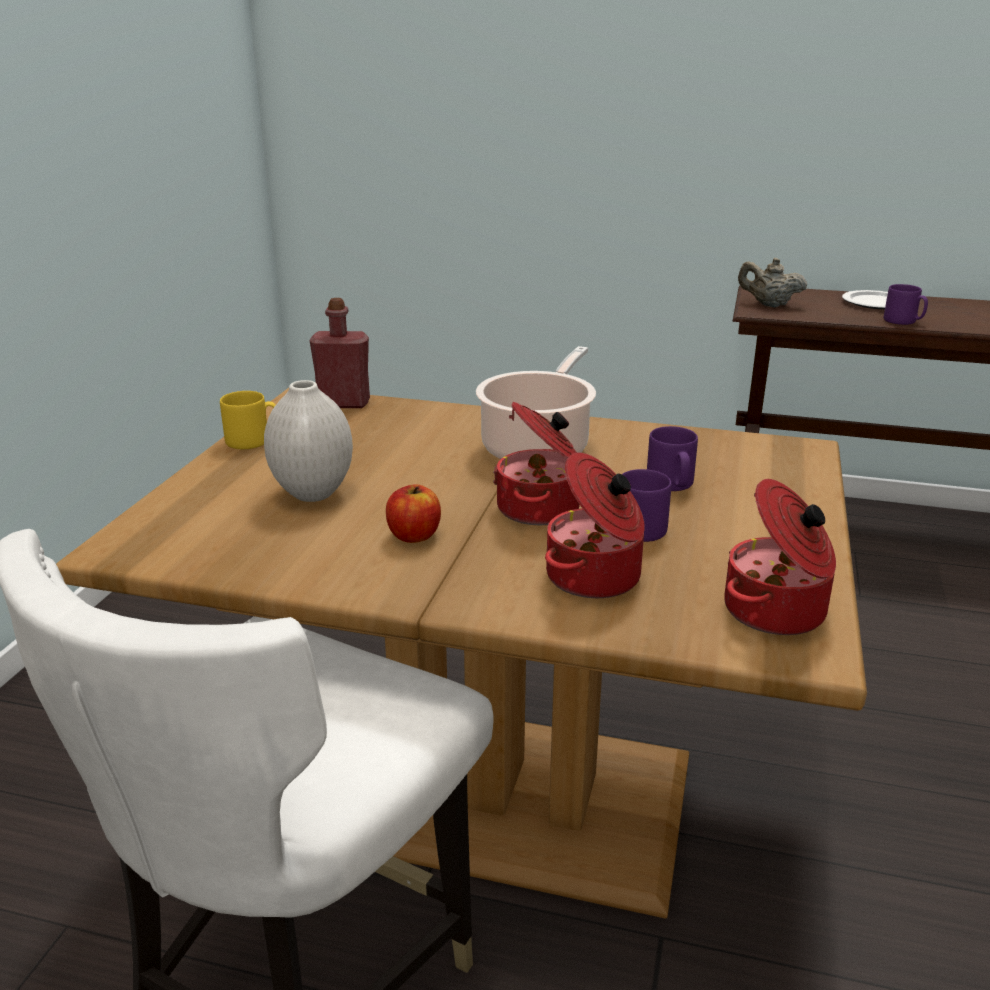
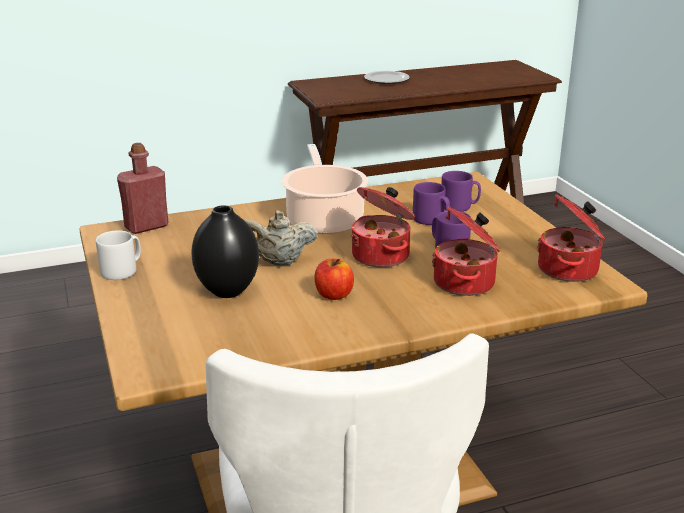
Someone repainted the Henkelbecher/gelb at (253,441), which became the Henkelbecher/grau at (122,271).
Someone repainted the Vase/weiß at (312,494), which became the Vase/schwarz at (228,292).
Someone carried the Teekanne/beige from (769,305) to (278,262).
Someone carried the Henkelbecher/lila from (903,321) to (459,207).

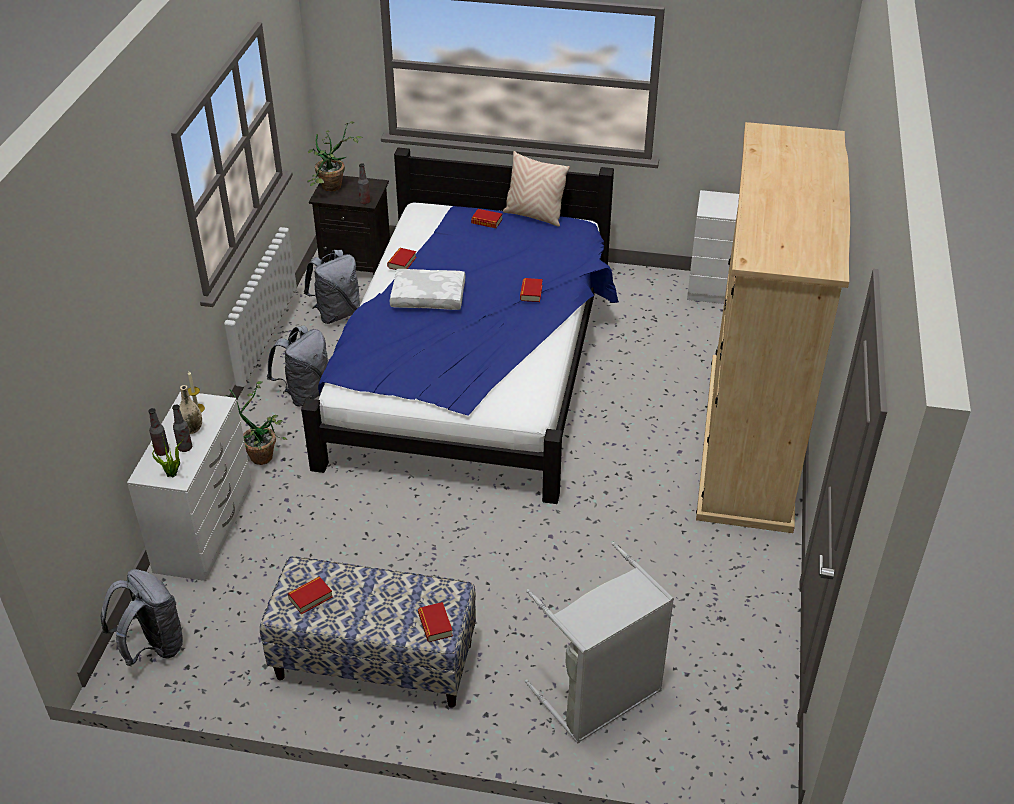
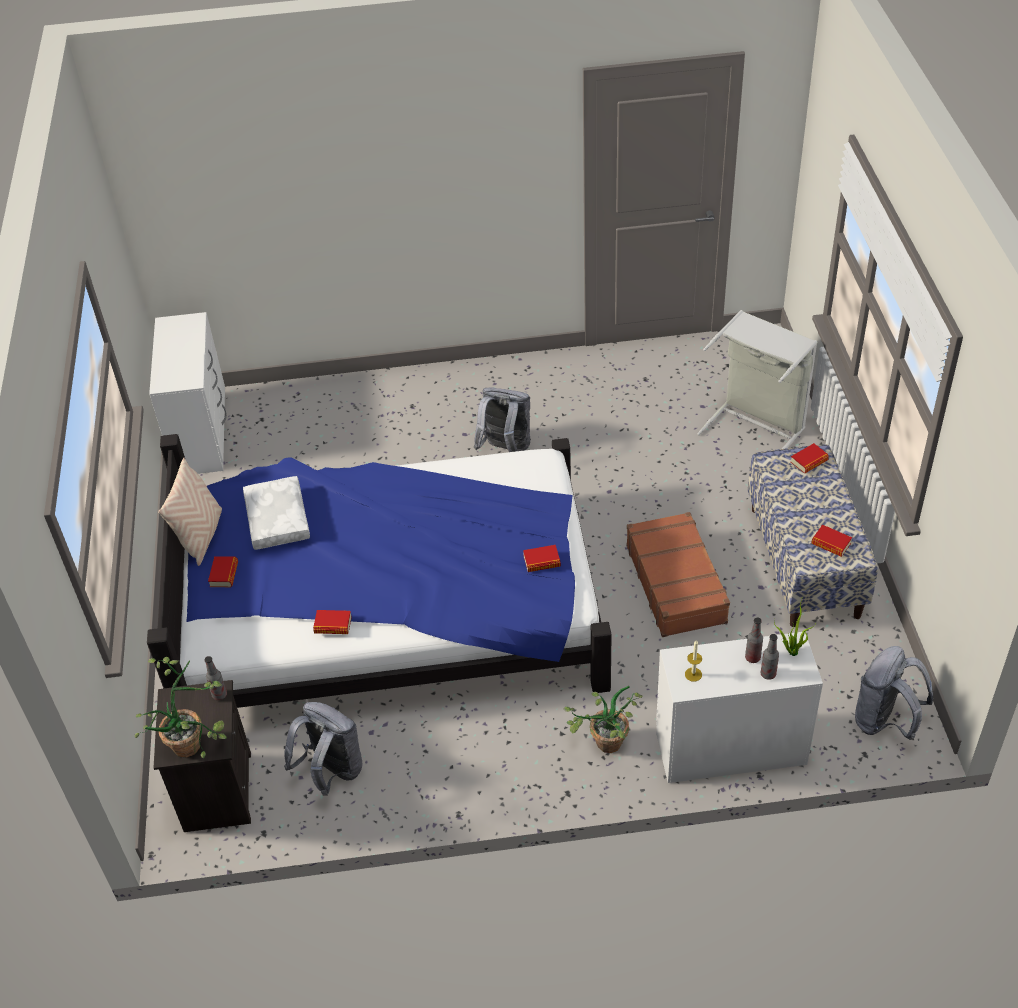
Someone carried the Kissen/weiß from (429,296) to (276,520).
Someone carried the Rucksack/grau from (305,393) to (505,449).
Someone carried the Buch from (531,293) to (542,561).
Someone put down the Koffer/braun at (676,583).
Someone took away the Vase/beige at (192,429).
Someone took away the Kleiderschrank/beige at (750,440).

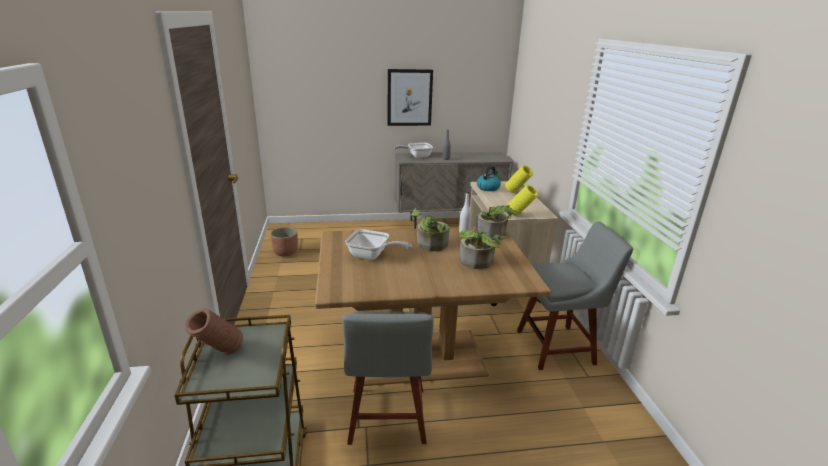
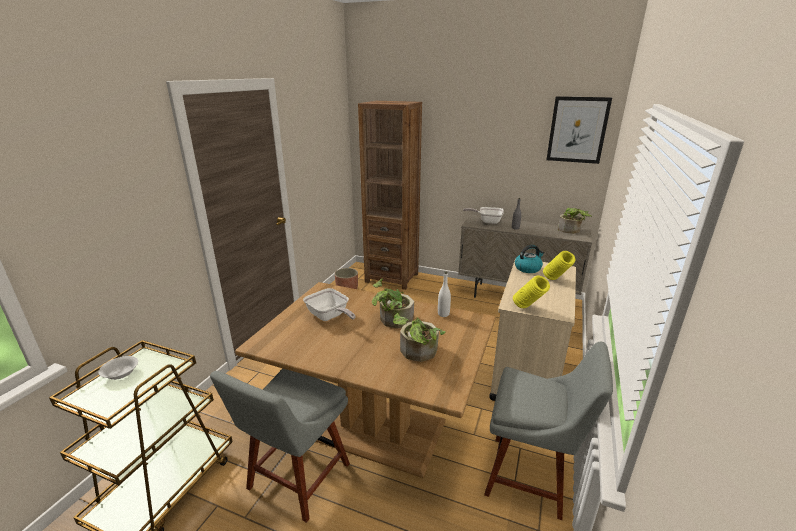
Someone swapped the Vase/braun at (219,355) for the Schüssel/weiß at (120,373).
Someone put down the Bücherregal/braun at (392,278).
Someone carried the Bild from (409,97) to (577,130).
Someone carried the Topfpflanze from (494,234) to (571,230).

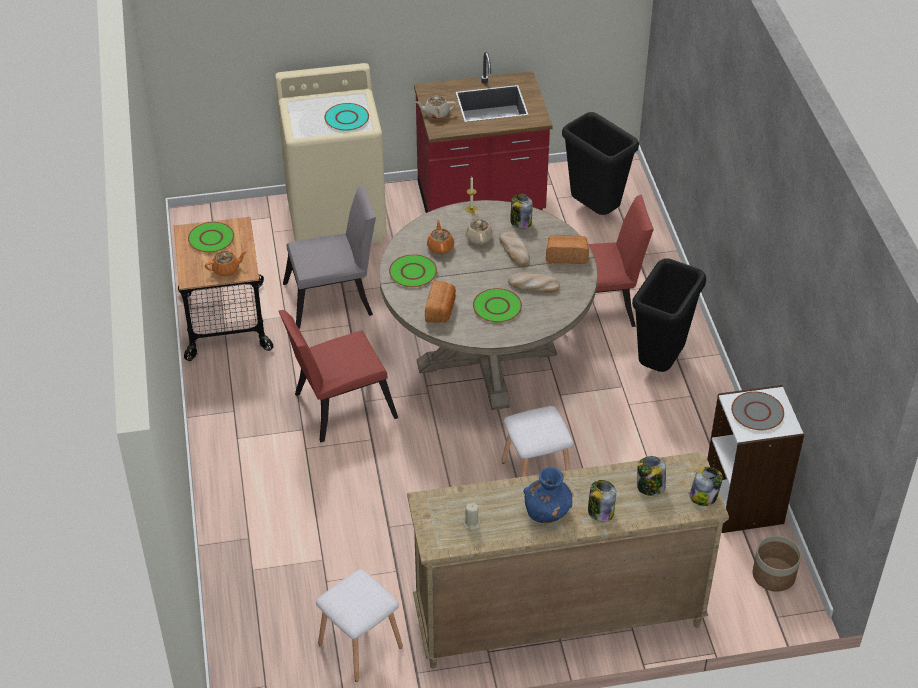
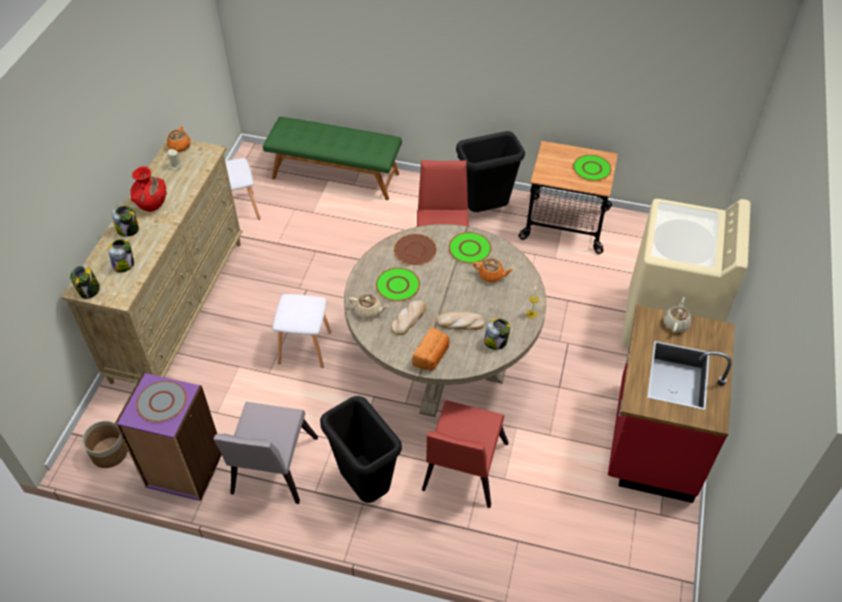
Someone repainted the Bücherregal/weiß at (744,503), which became the Bücherregal/lila at (184,470).
Someone repainted the Vase/blau at (547,512), which became the Vase/rot at (152,204).
Someone carried the Teekanne/orange from (226,269) to (179,147).
Someone carried the Stuhl/grau from (334,299) to (271,470).
Someone put down the Bank/grün at (336,175).
Someone carried the Teekanne/beige from (479,237) to (368,311).
Someone swapped the Brot at (441,310) for the Teller/braun at (415,250).
Someone carried the Mülleimer/schwarz from (595,211) to (485,211).
Someone took away the Teller/türkis at (347,118).

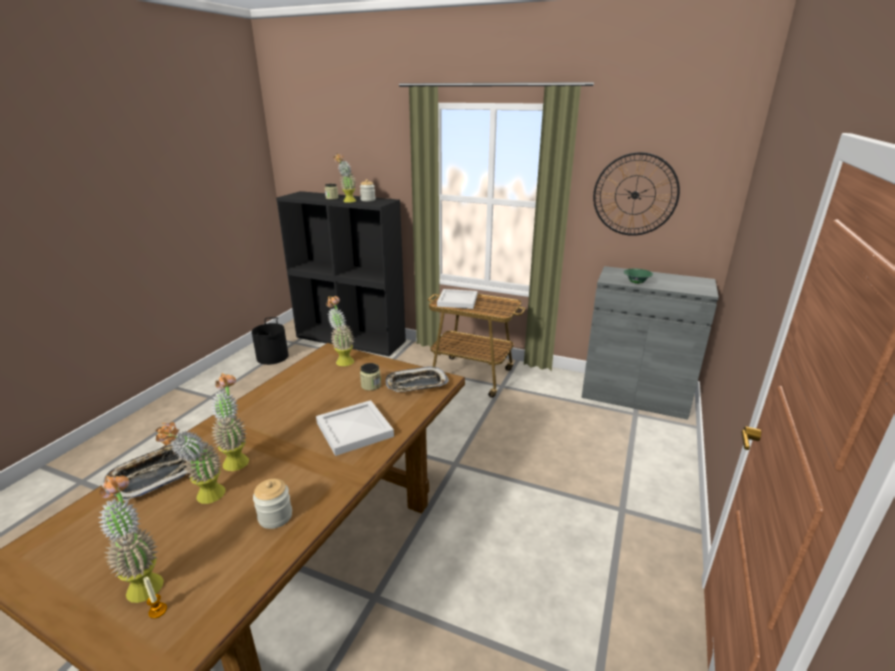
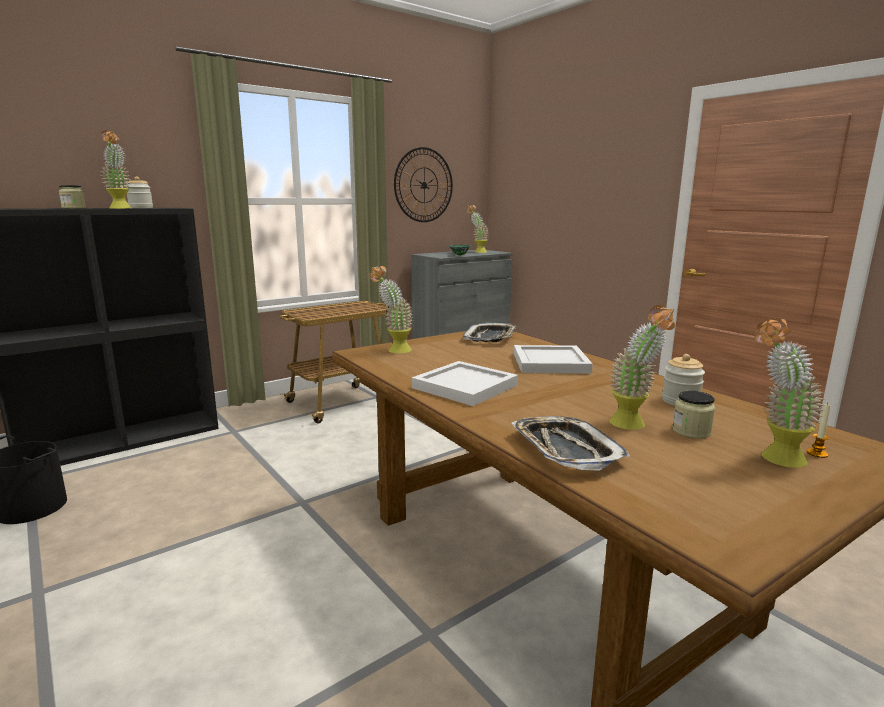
Someone carried the Tablett/weiß from (457,300) to (463,386).
Someone carried the Topfpflanze from (237,458) to (477,252).
Someone carried the Vorratsglas from (371,385) to (691,431).

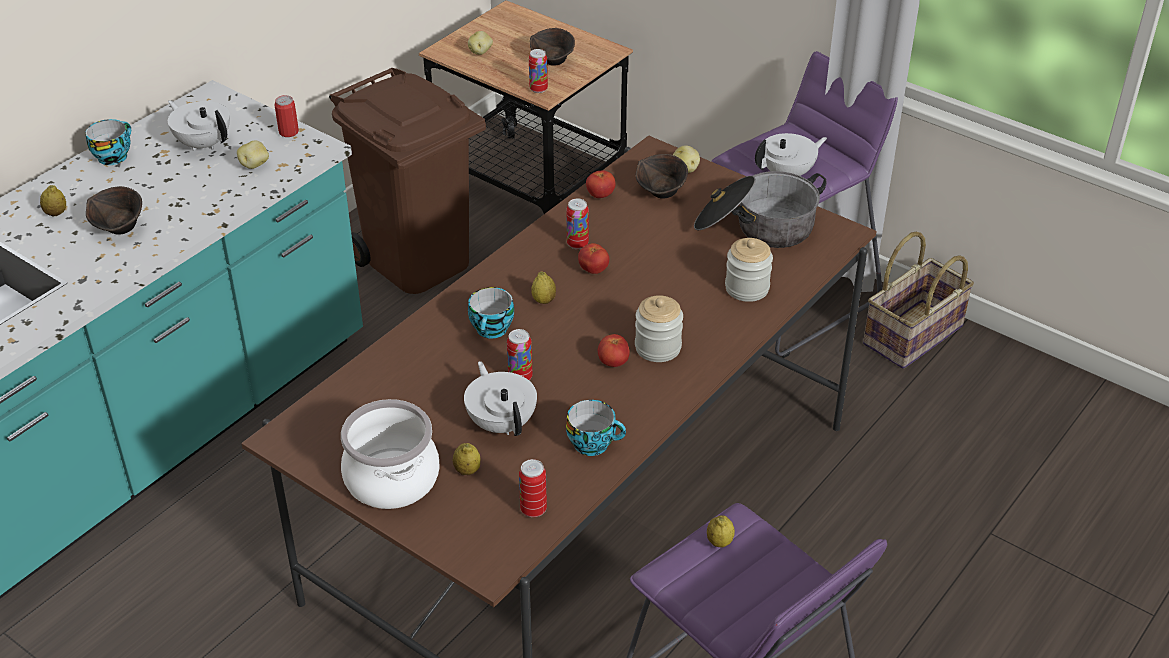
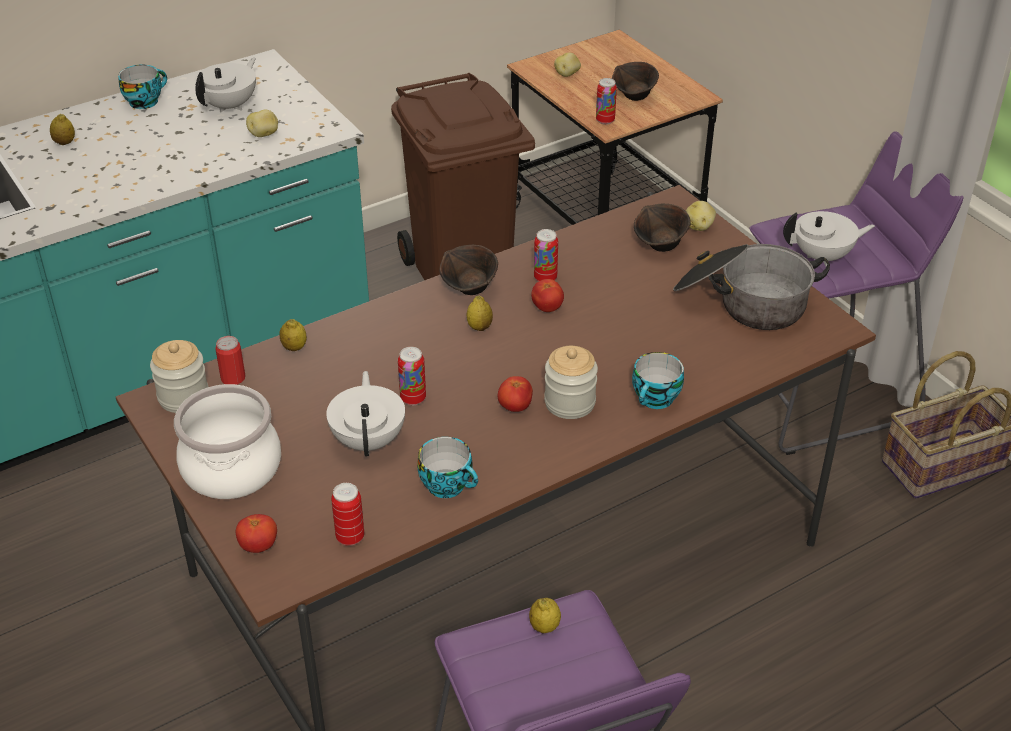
Someone carried the Vorratsglas from (747,288) to (183,397).
Someone rotated the Teekanne/weiß at (203,143) by 60 degrees clockwise.
Someone carried the Dose from (288,132) to (233,378).
Someone carried the Tomate from (600,195) to (259,546).
Someone carried the Zitrone from (467,470) to (294,347).
Someone carried the Schüssel/braun from (120,229) to (470,289).
Someone carried the Tasse from (492,330) to (656,399).

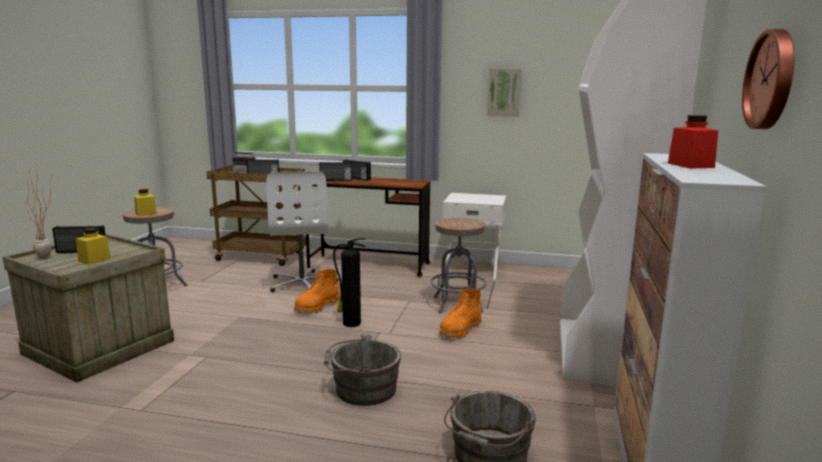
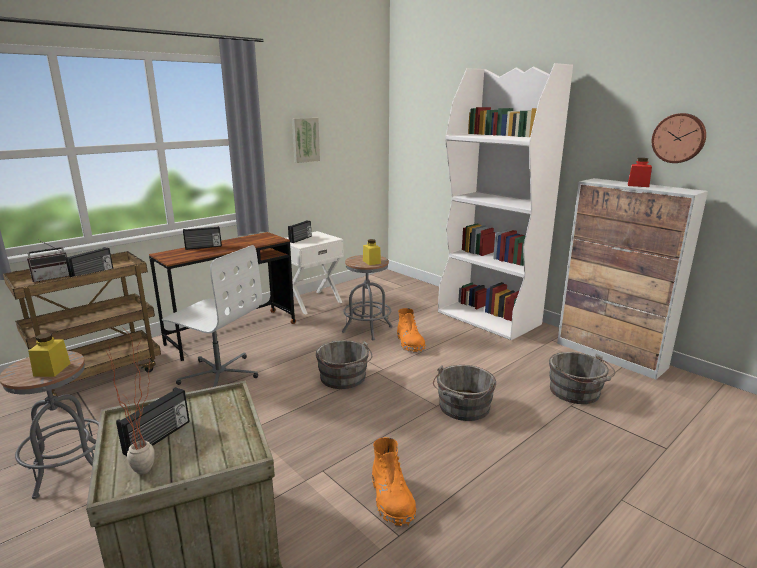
Someone carried the Radio from (336,180) to (300,239).
Someone swapped the Feuerlöscher at (350,323) for the Eimer/grau at (344,378).
Someone carried the Vorratsglas/gelb from (94,260) to (371,262).
Someone carried the Stiefel/orange from (317,306) to (392,500).

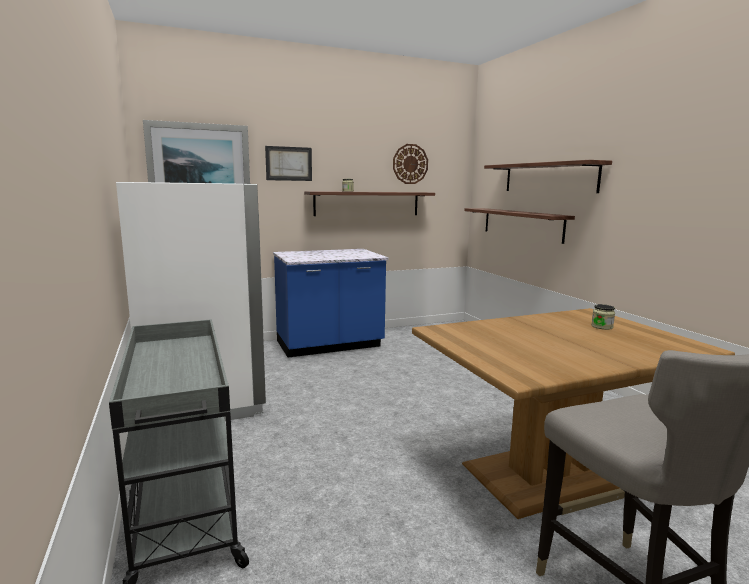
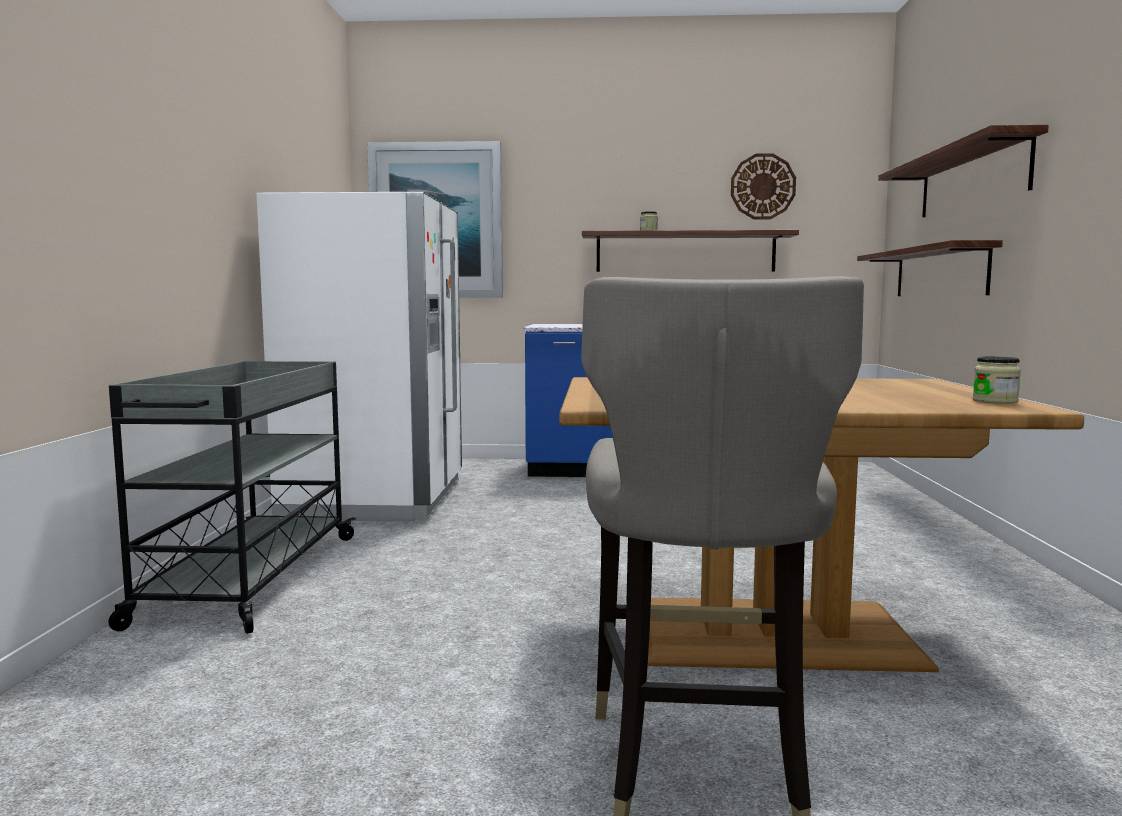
Someone carried the Vorratsglas from (602,327) to (995,401).
Someone took away the Bild at (289,163).

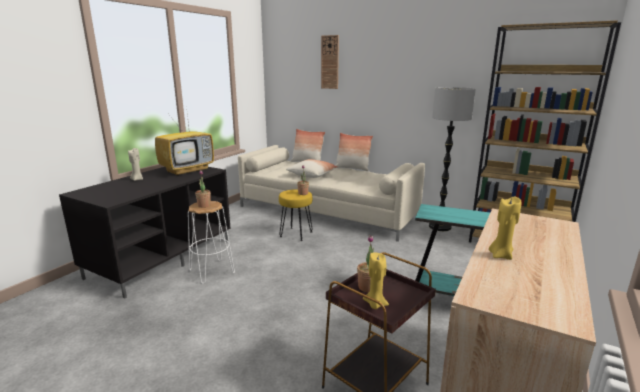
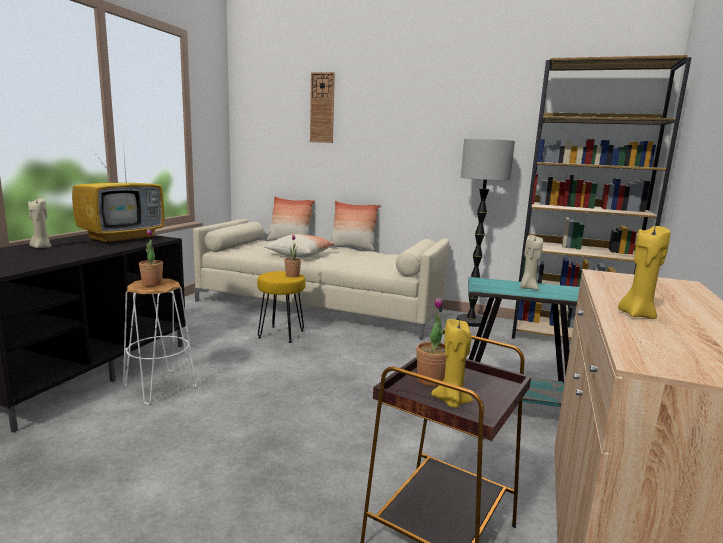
Someone put down the Kerze/beige at (527,288).

